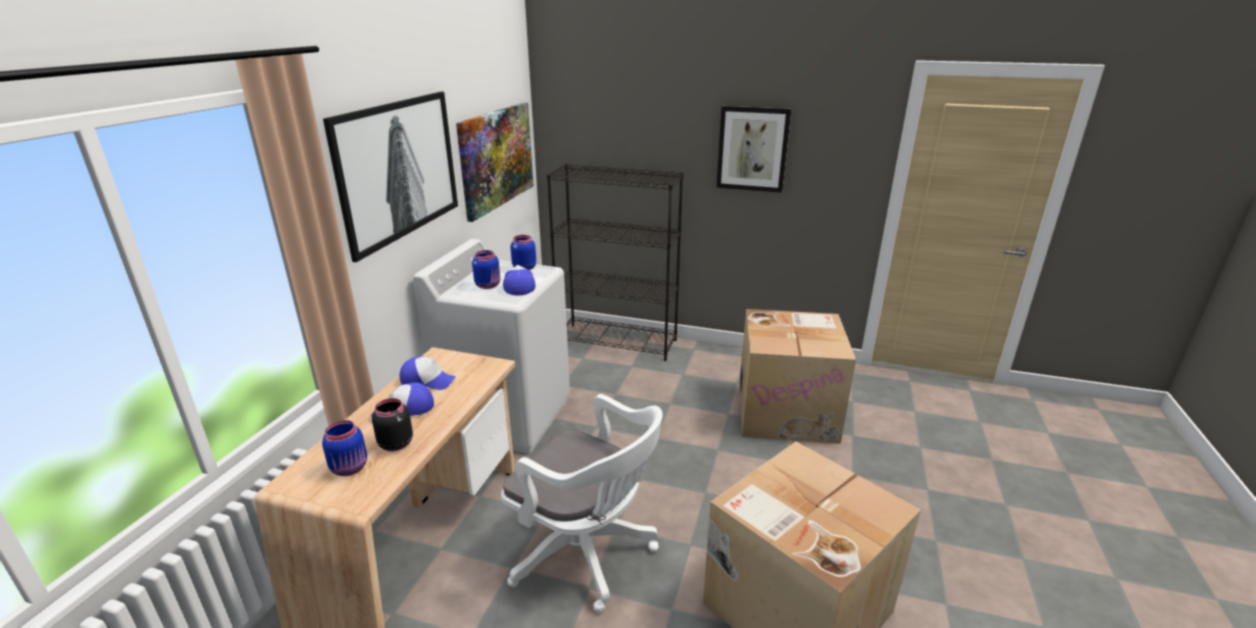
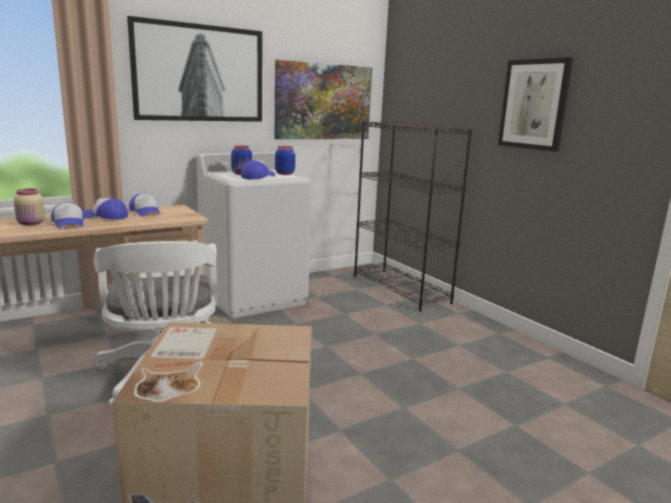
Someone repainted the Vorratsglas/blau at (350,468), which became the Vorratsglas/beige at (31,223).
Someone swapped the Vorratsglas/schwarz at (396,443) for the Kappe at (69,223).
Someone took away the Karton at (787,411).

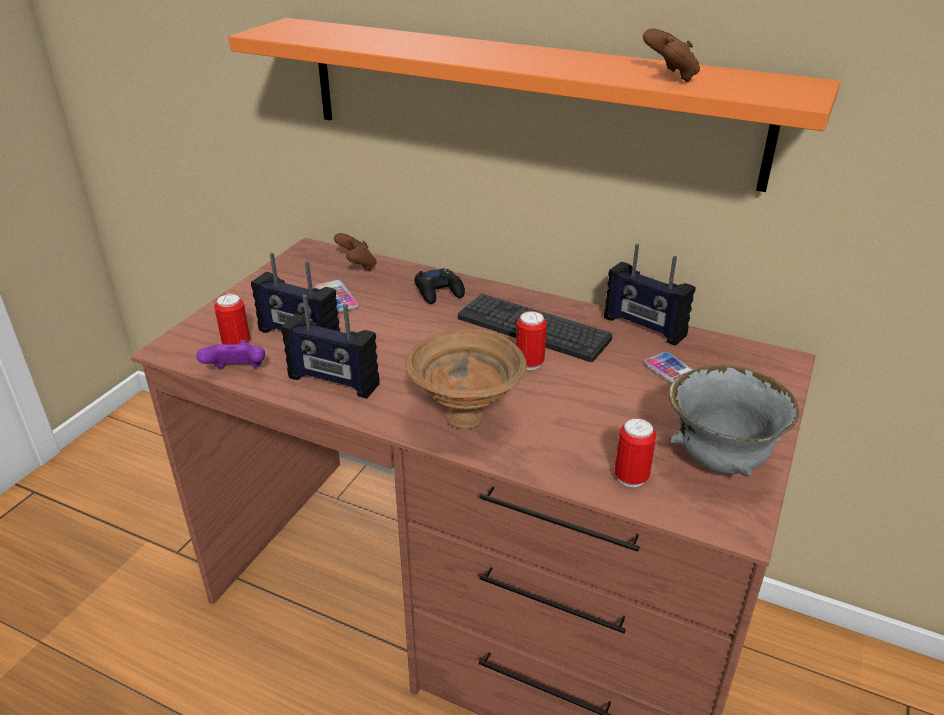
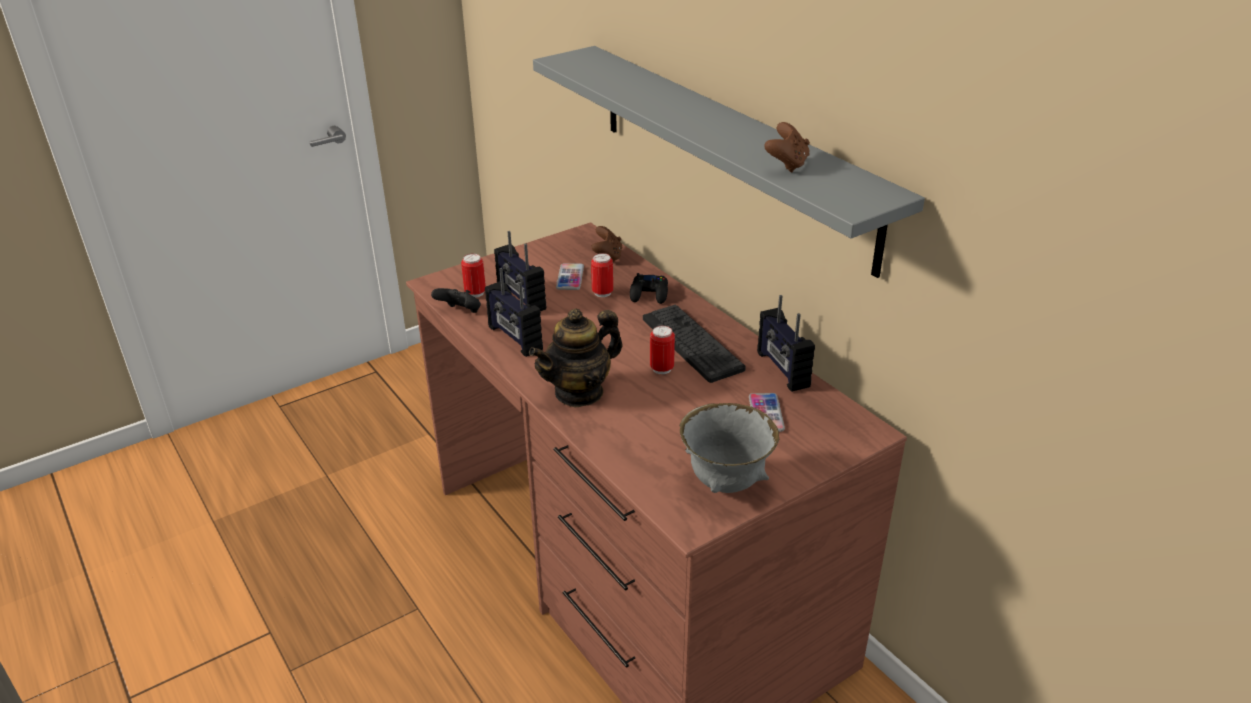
Someone repainted the Gamepad/lila at (237,372), which became the Gamepad/schwarz at (460,313).
Someone swapped the Schüssel/braun at (467,418) for the Teekanne at (579,392).
Someone repainted the Wandregal/orange at (525,99), which became the Wandregal/grau at (730,152).
Someone carried the Dose from (631,477) to (602,293).

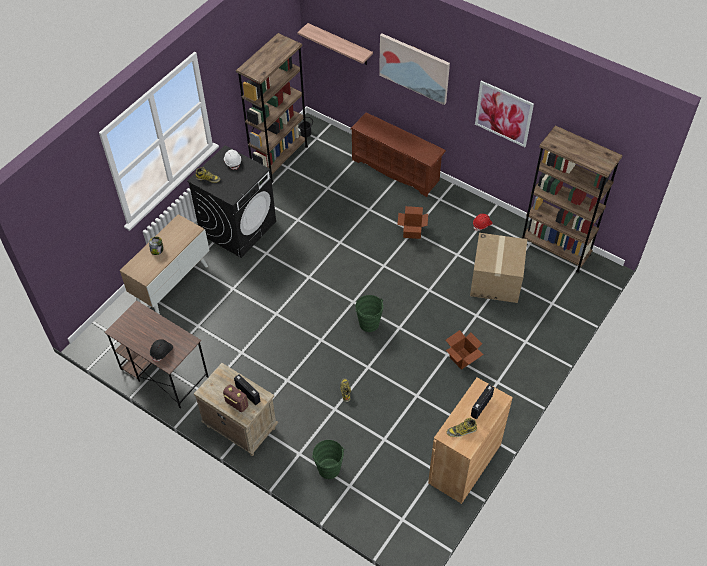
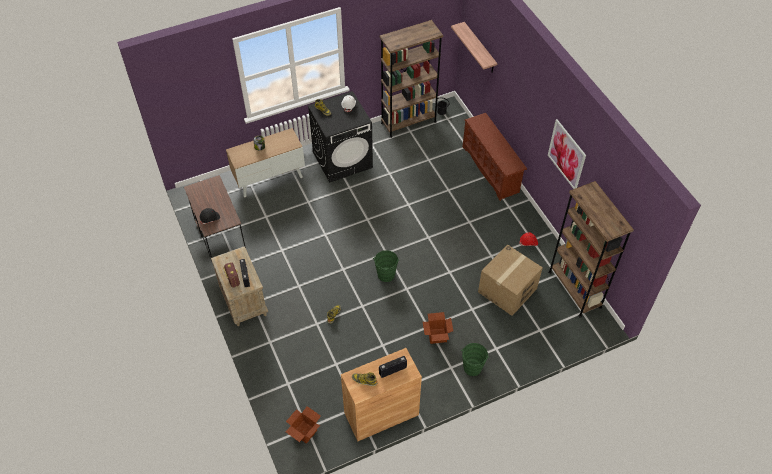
Someone carried the Karton from (412,231) to (304,432).
Someone carried the Eimer/grün from (329,469) to (472,368).
Someone took away the Bild at (414,68).

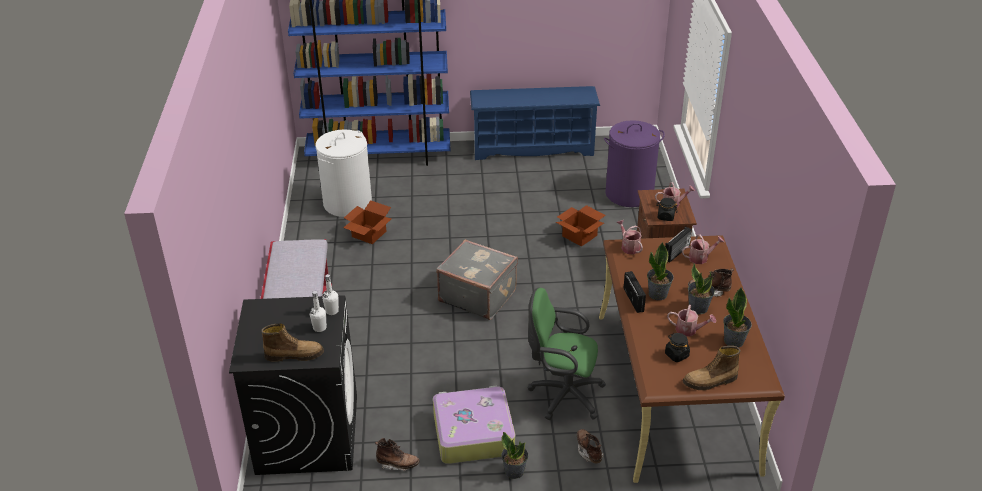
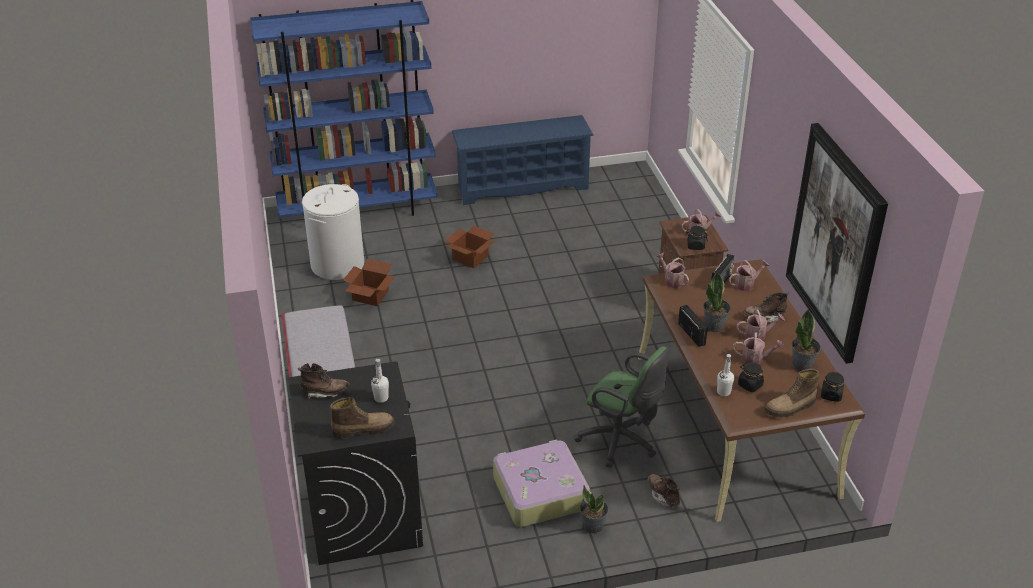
Someone carried the Stiefel/braun from (398,464) to (325,392).
Someone carried the Karton from (580,235) to (471,257).
Someone rotated the Bürostuhl/grün at (562,395) by 150 degrees counterclockwise.
Someone carried the Flasche/weiß from (332,311) to (723,392).
Someone swapped the Topfpflanze at (698,307) for the Gießkanne at (758,335).
Someone put up the Bild at (835,242).
Someone put down the Vorratsglas/schwarz at (831,395).
Someone took away the Koffer/grau at (478,295).
Someone took away the Wäschekorb/lila at (629,193).

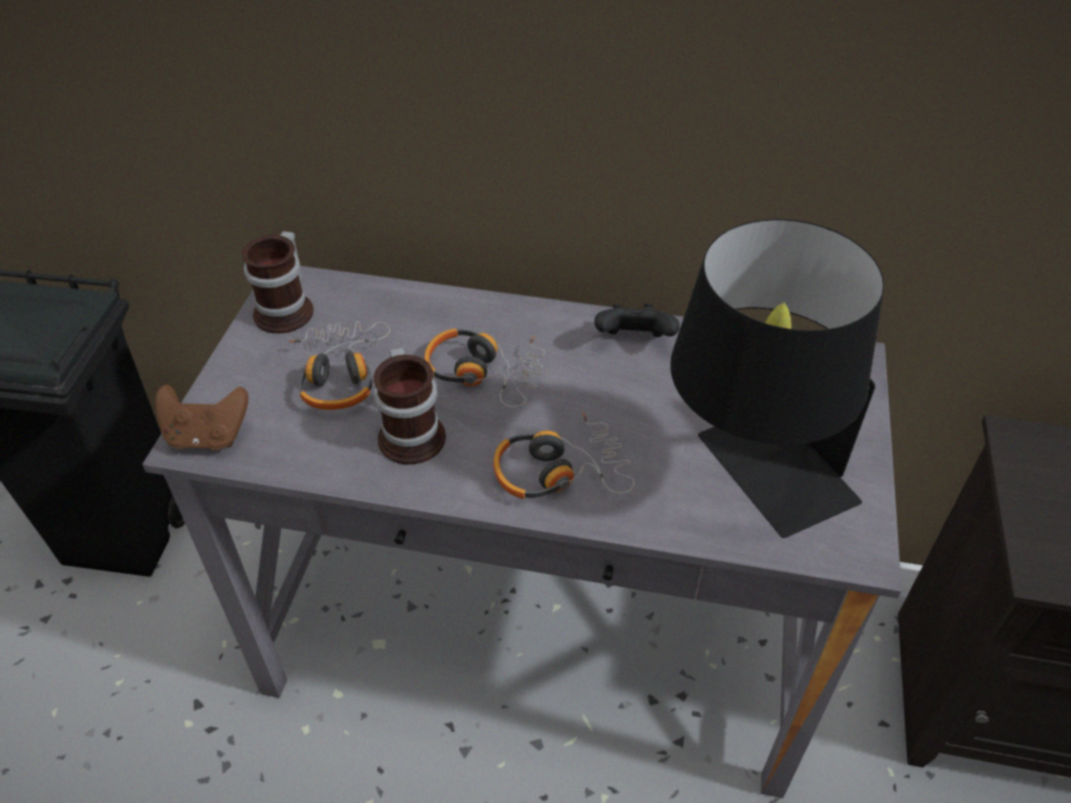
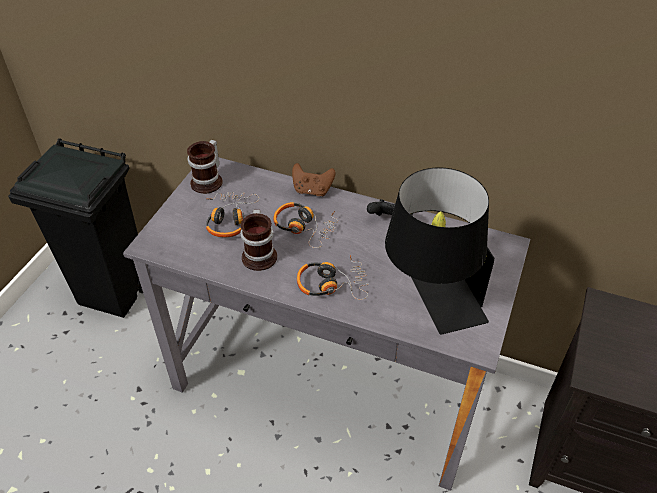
Someone carried the Gamepad/braun from (208,436) to (312,190).

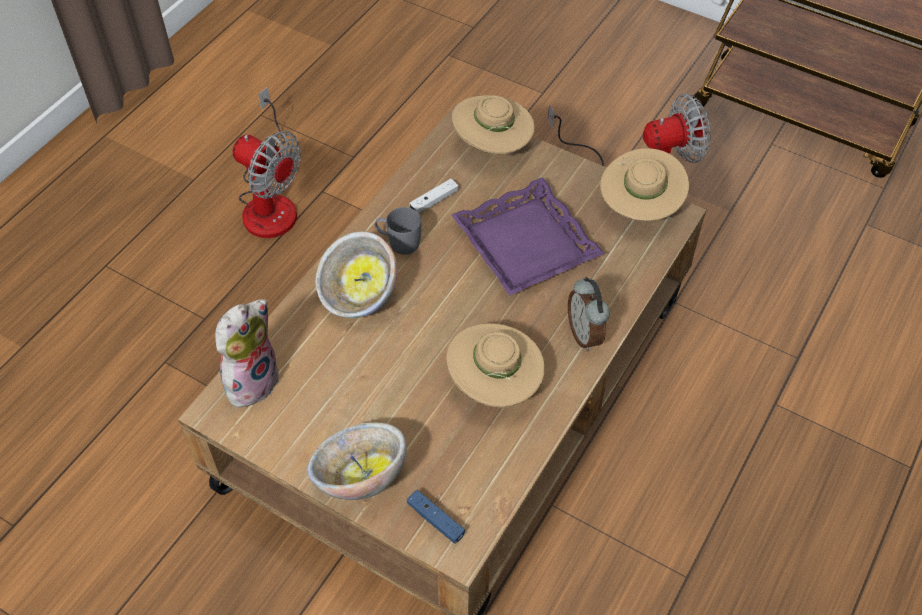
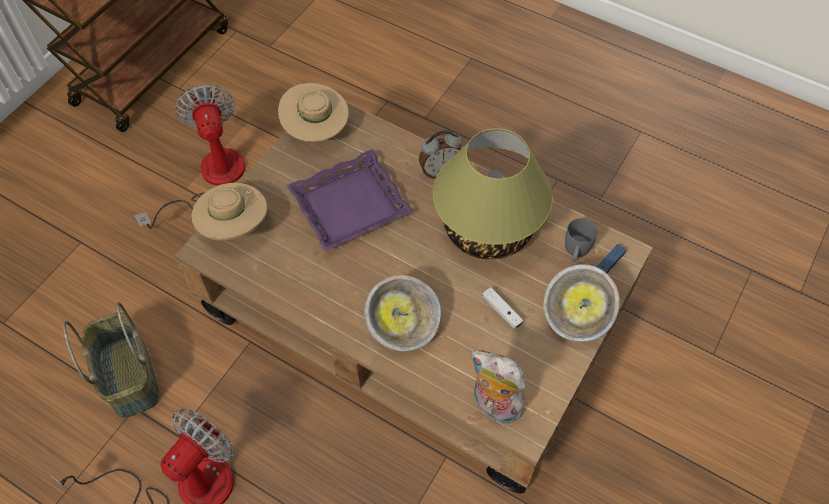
Someone put down the Korb at (128,375).
Someone swapped the Hut/beige at (495,384) for the Tischlampe at (488,229).
Someone carried the Gamepad/weiß from (434,201) to (502,311).
Someone carried the Henkelbecher/grau from (398,242) to (575,251).

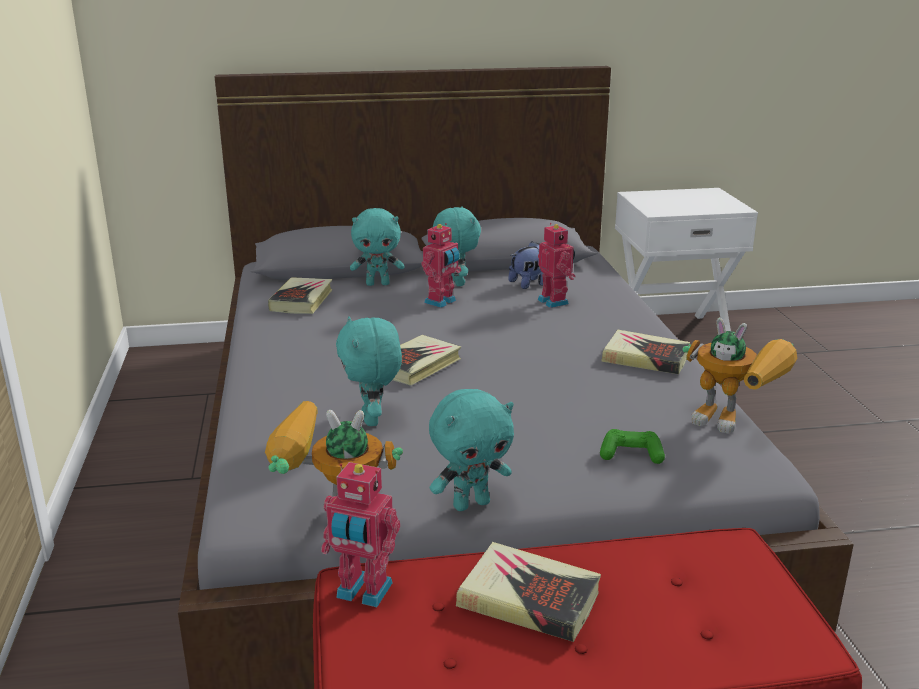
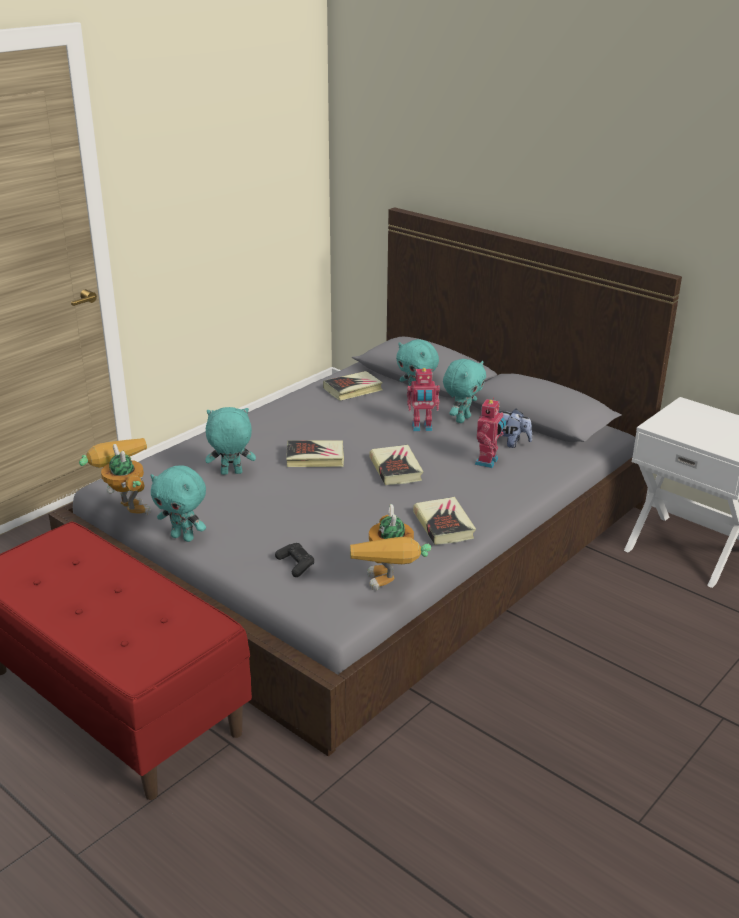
Someone rotated the Plüschtier/türkis at (373,419) by 45 degrees clockwise.
Someone repainted the Gamepad/grün at (631,454), which became the Gamepad/schwarz at (295,564).
Someone carried the Buch from (528,599) to (396,469).
Someone took away the Spielzeugroboter at (363,593).

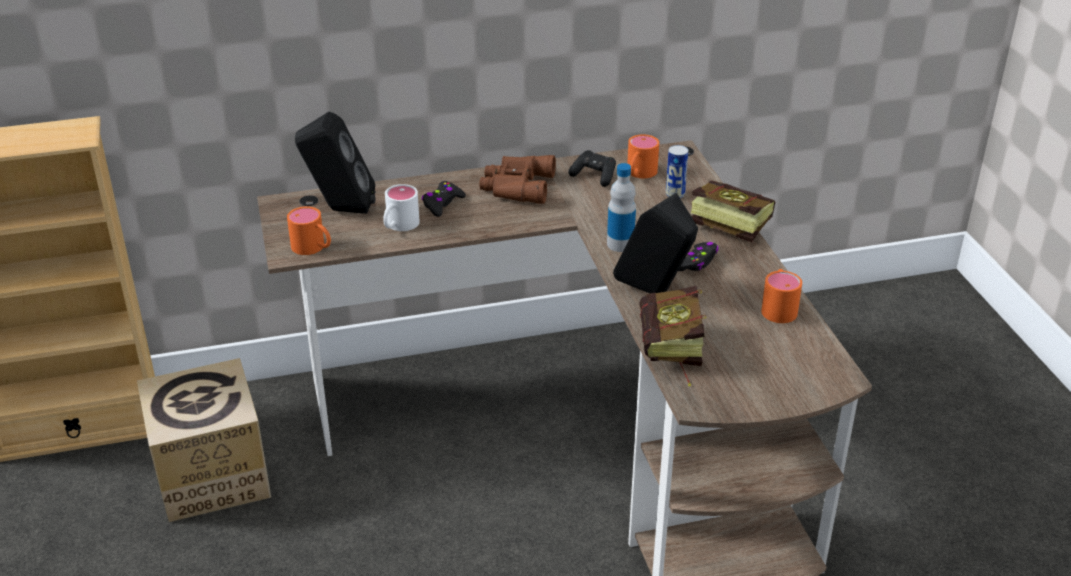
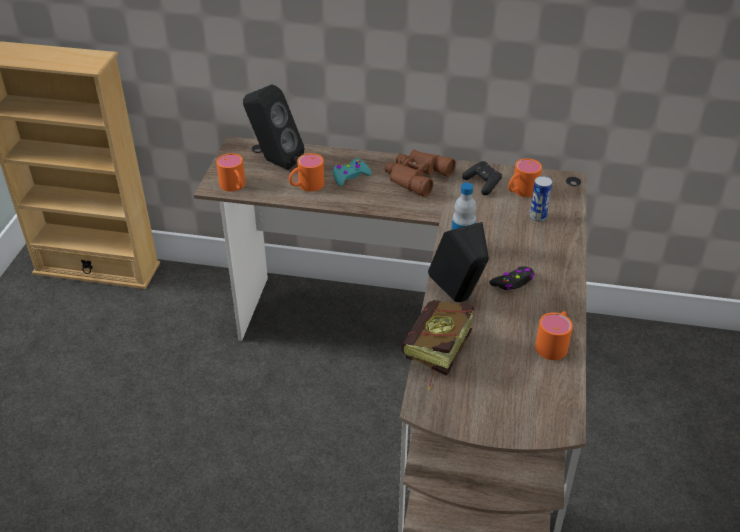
Someone repainted the Henkelbecher/weiß at (398,226), which became the Henkelbecher/orange at (306,186).
Someone repainted the Gamepad/schwarz at (442,204), which became the Gamepad/türkis at (350,176).
Someone took away the Karton at (211,476).
Someone took away the Buch at (722,224).

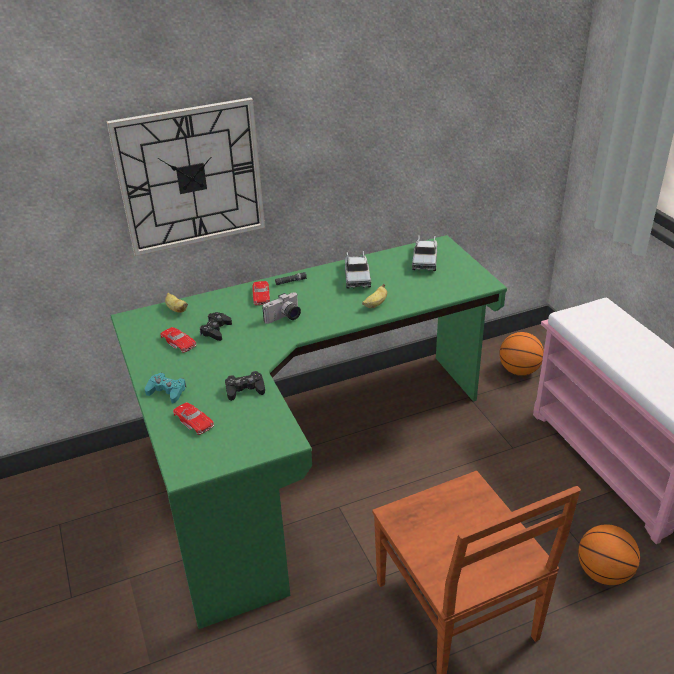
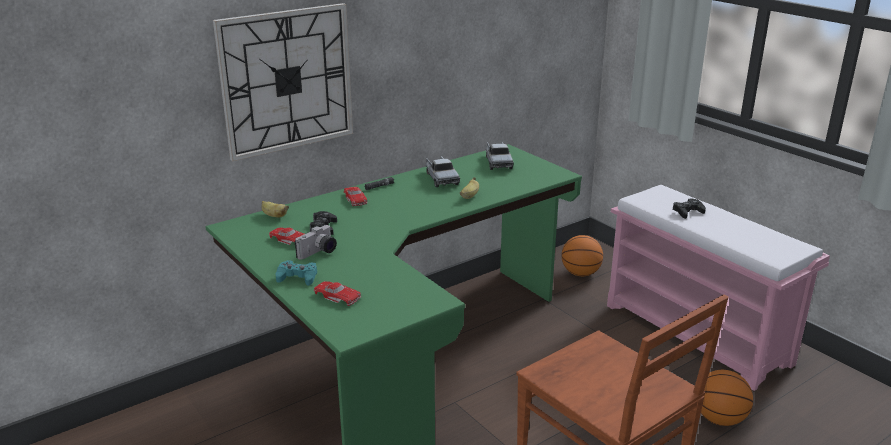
Someone carried the Kamera from (284,318) to (319,253).
Someone carried the Gamepad/schwarz from (245,389) to (687,212).

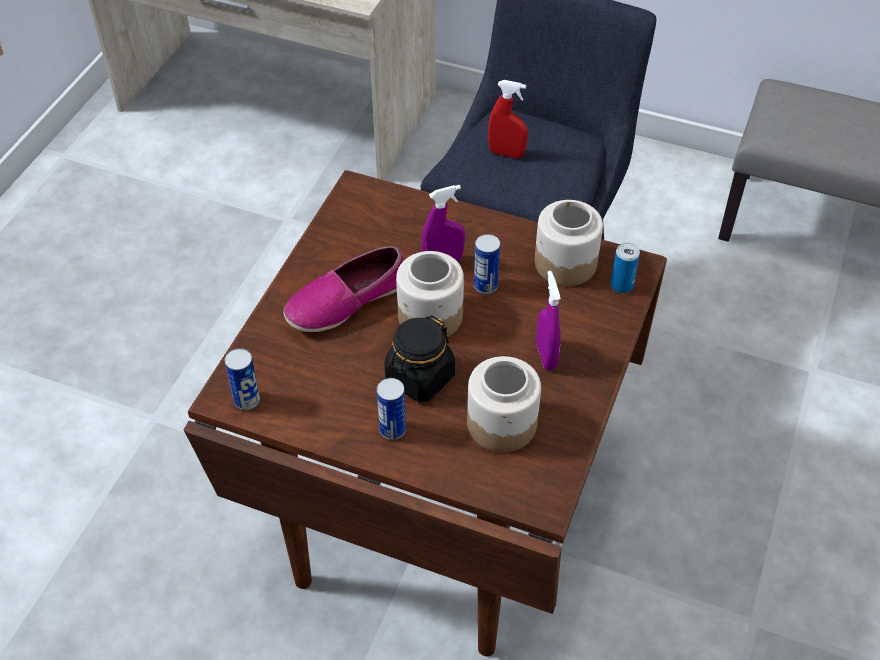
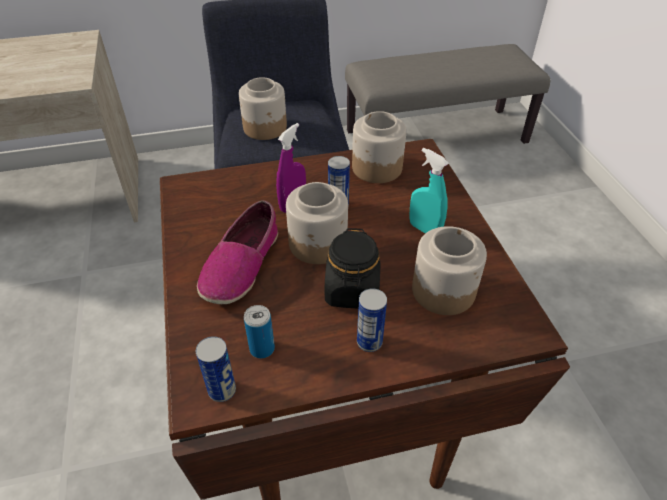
Someone swapped the Sprühflasche/rot at (506,153) for the Vorratsglas at (265,128).
Someone carried the Dose from (622,285) to (262,348).
Someone repainted the Sprühflasche/lila at (546,356), which became the Sprühflasche/türkis at (424,229).

